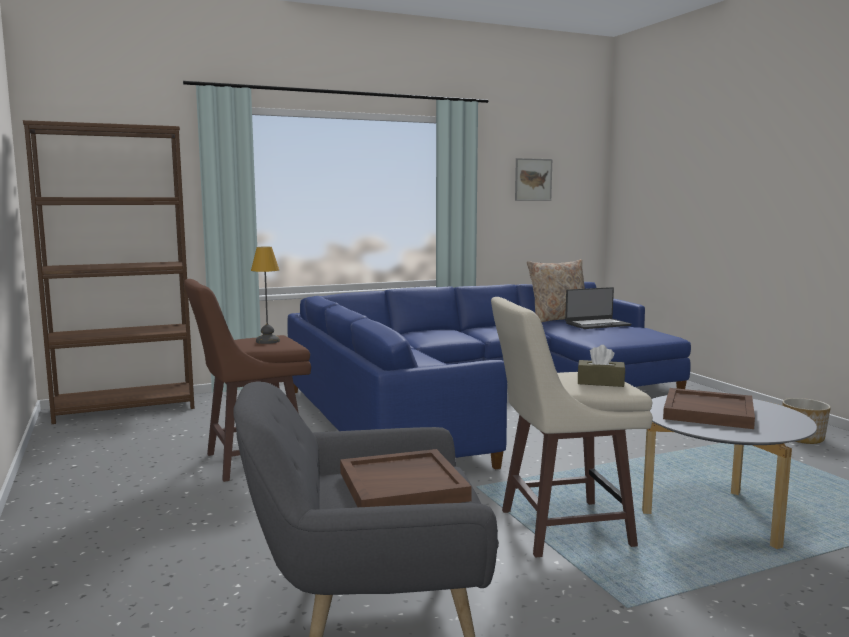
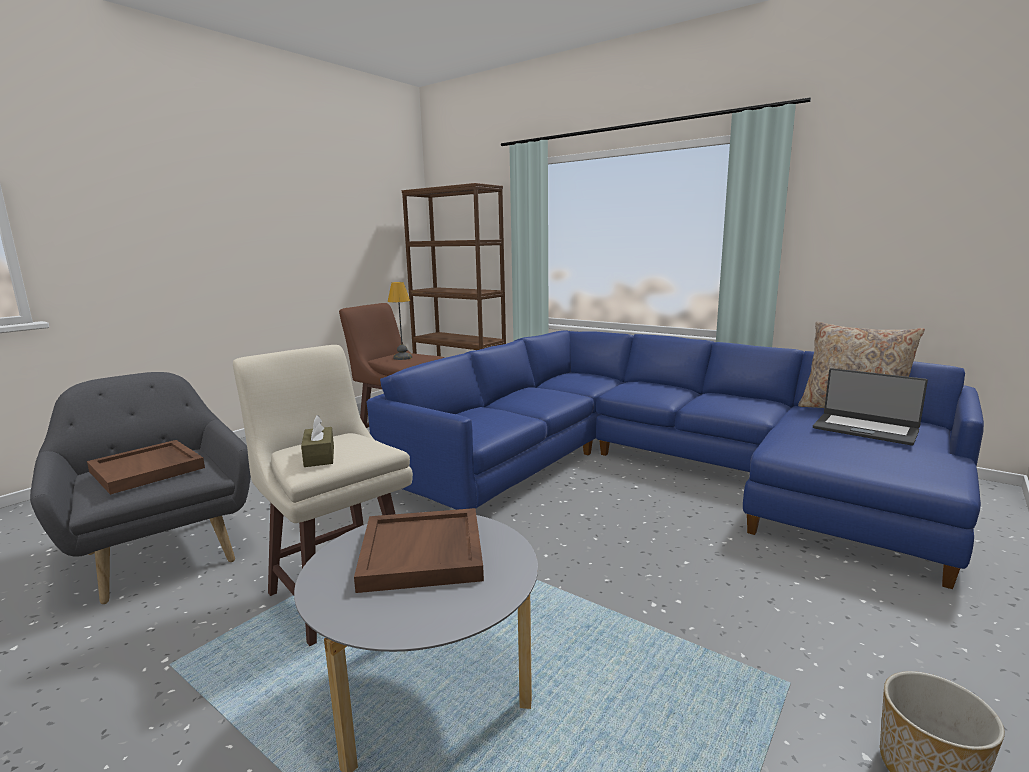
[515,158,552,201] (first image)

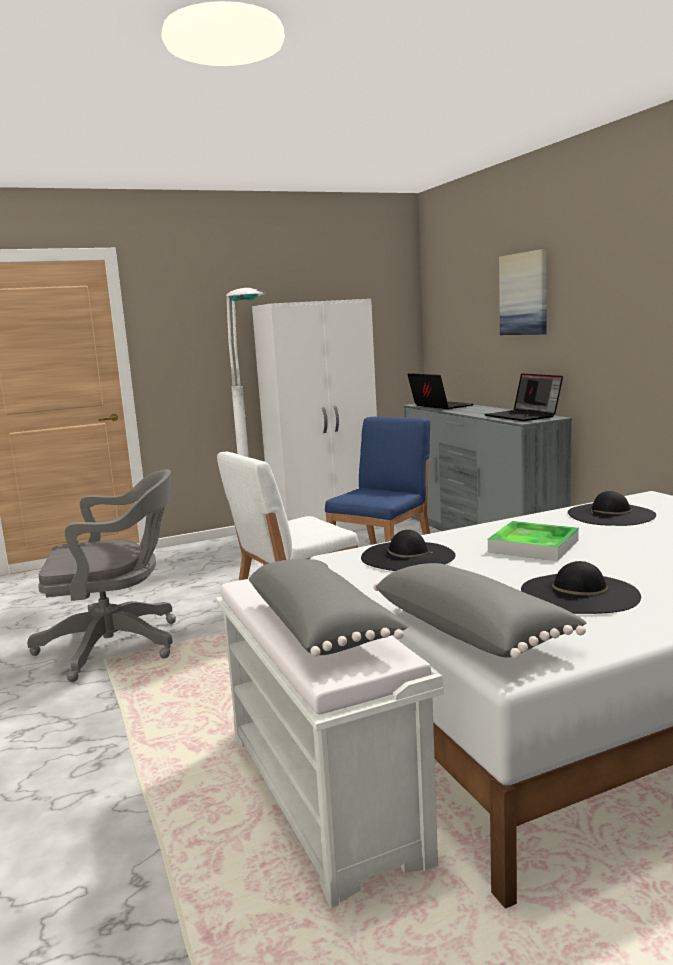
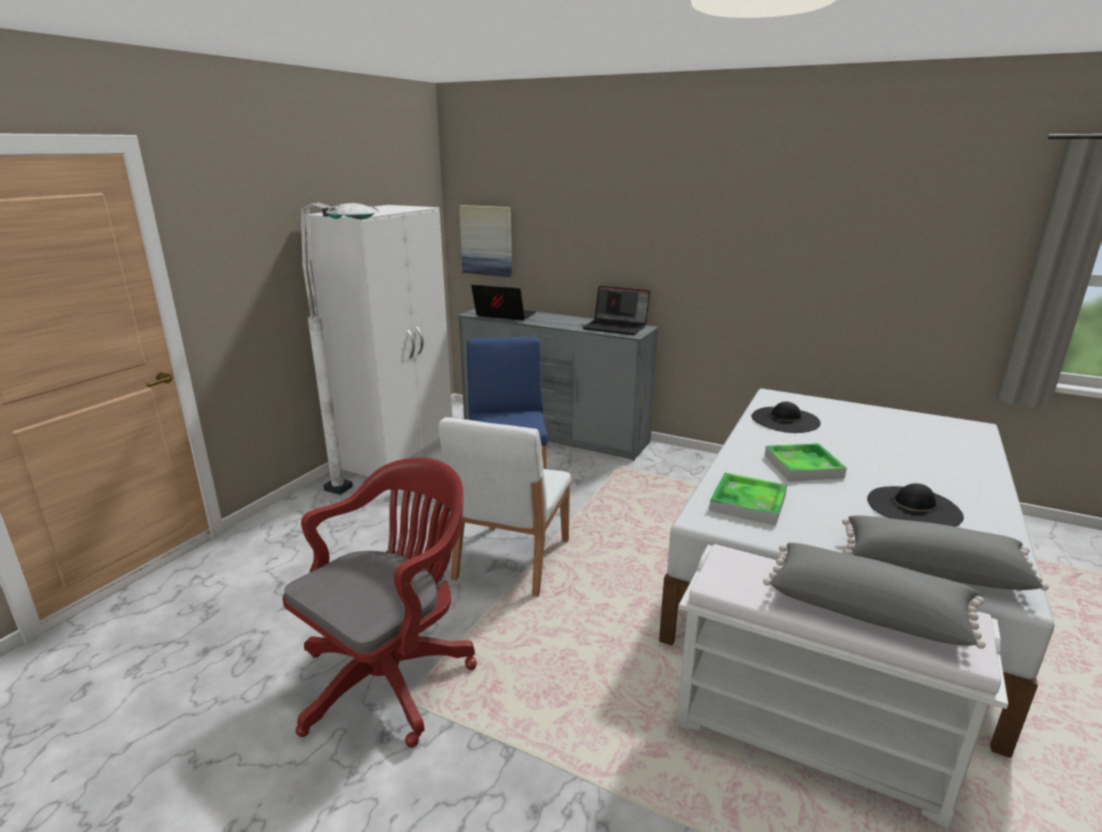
[459,205,512,277]
[283,458,477,748]
[709,473,787,526]

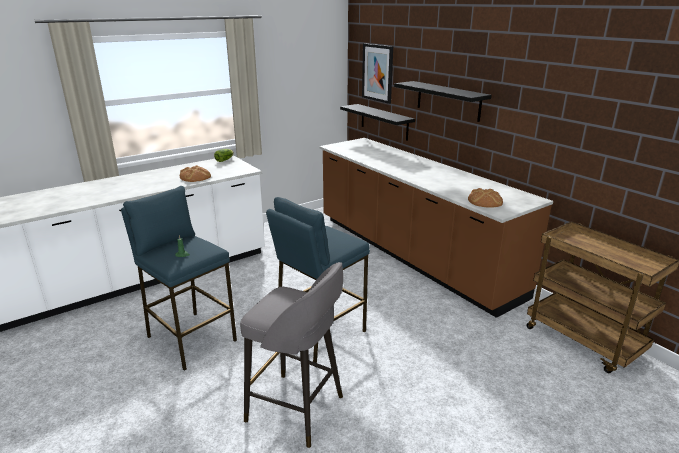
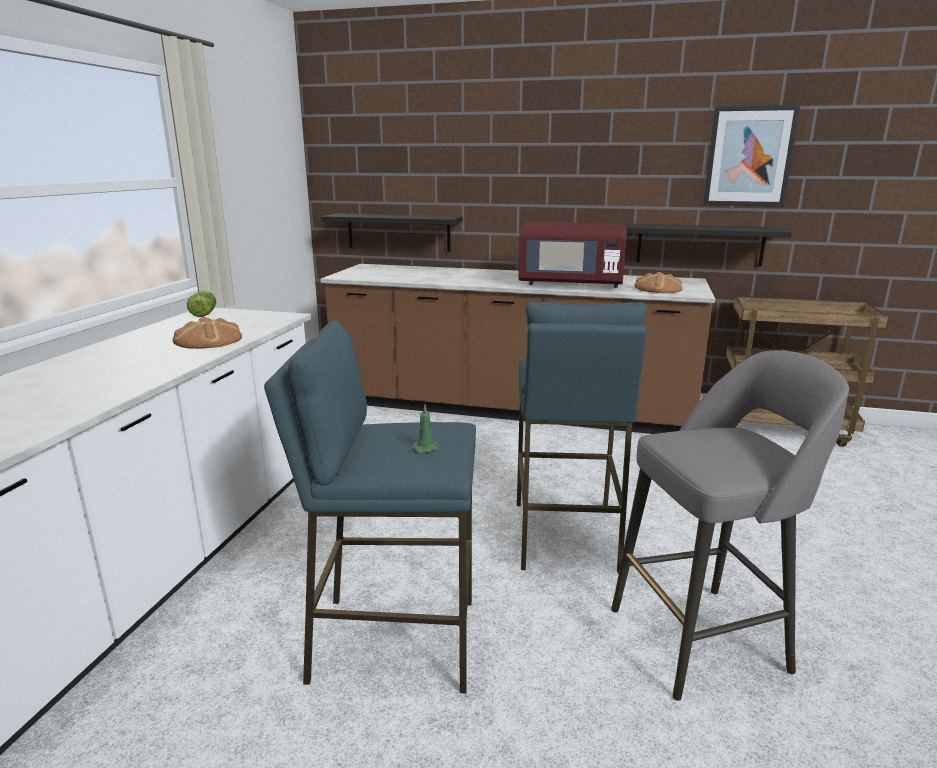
[703,105,800,207]
[625,224,792,267]
[518,222,627,288]

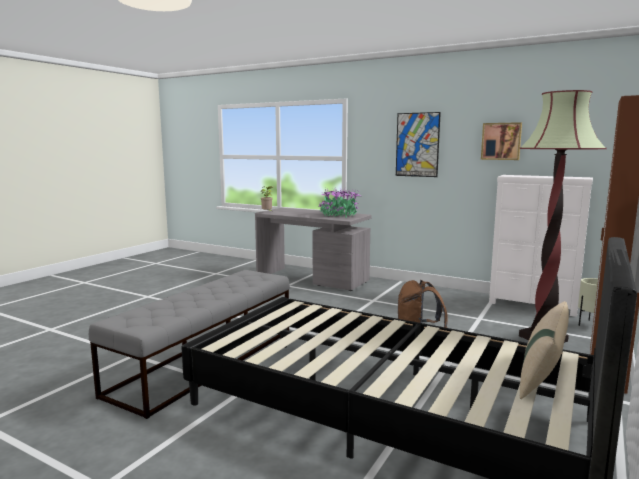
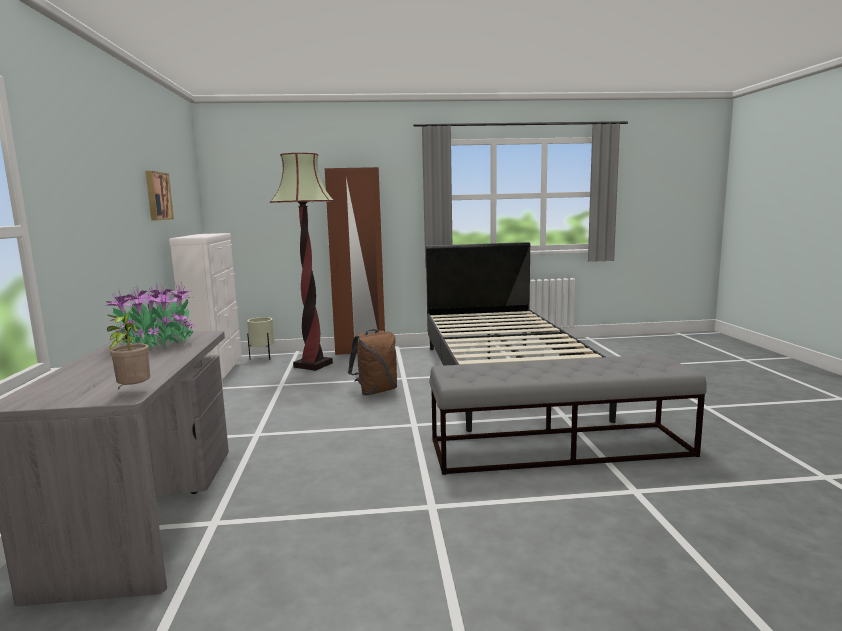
[396,112,441,177] (first image)
[520,301,569,399] (first image)

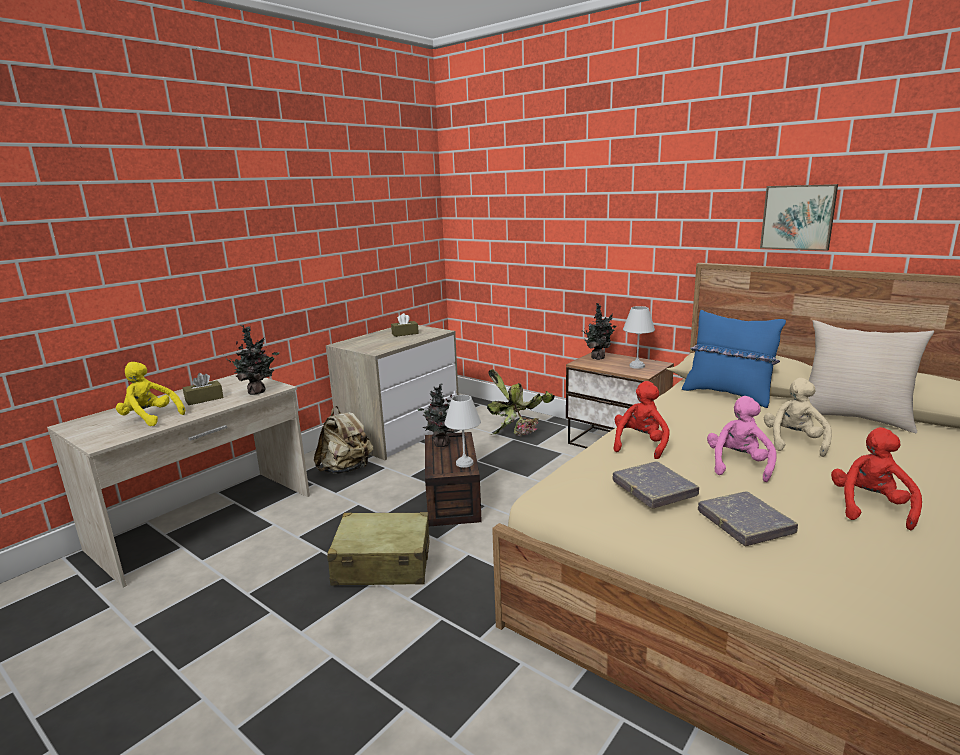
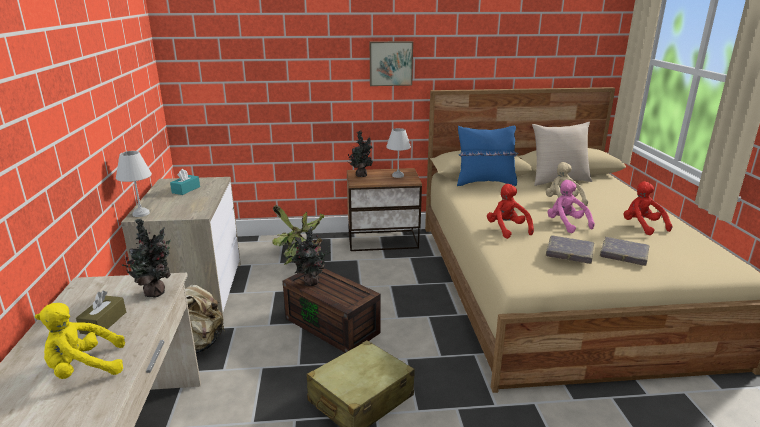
[370,41,413,86]
[170,169,200,195]
[116,151,152,217]

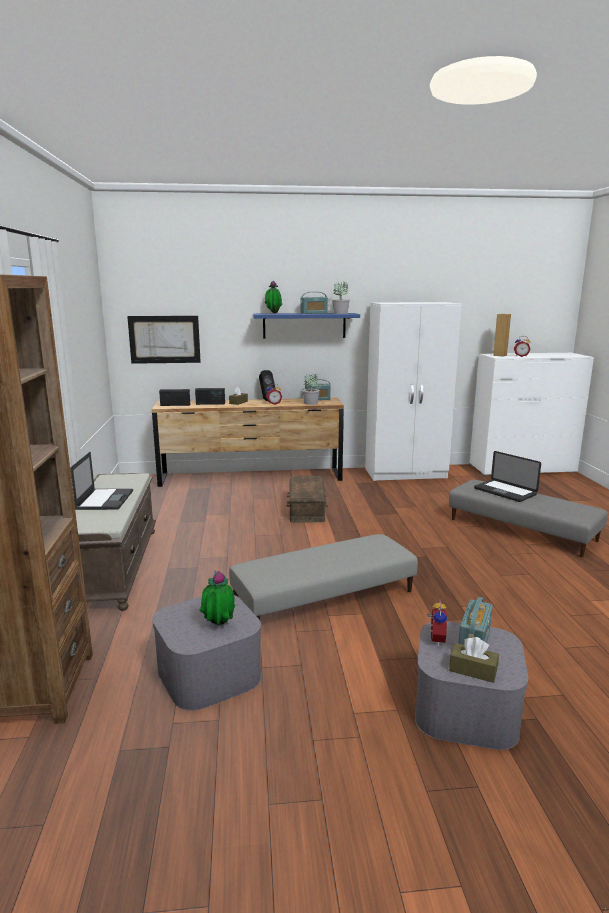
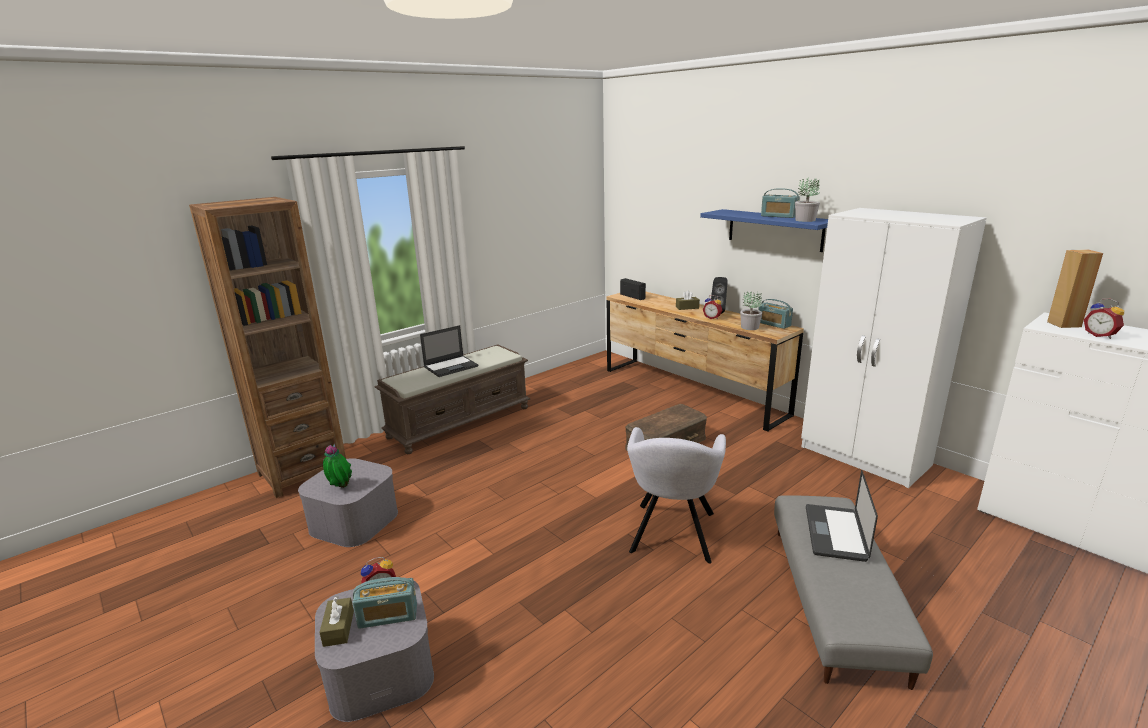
[265,281,282,313] (first image)
[127,316,201,364] (first image)
[195,388,225,405] (first image)
[229,534,418,620] (first image)
[627,427,726,564]

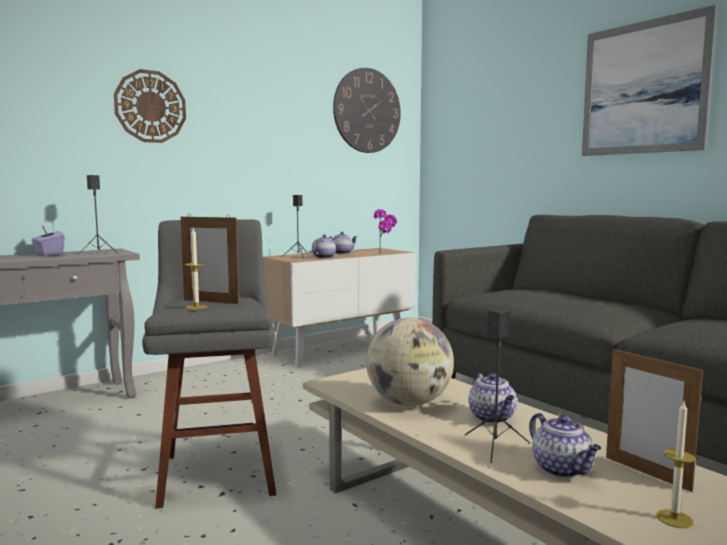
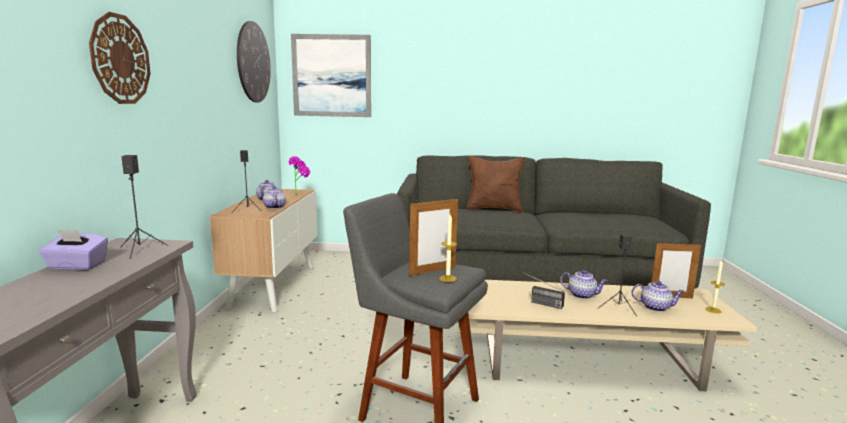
[291,34,371,117]
[520,271,565,309]
[466,156,525,212]

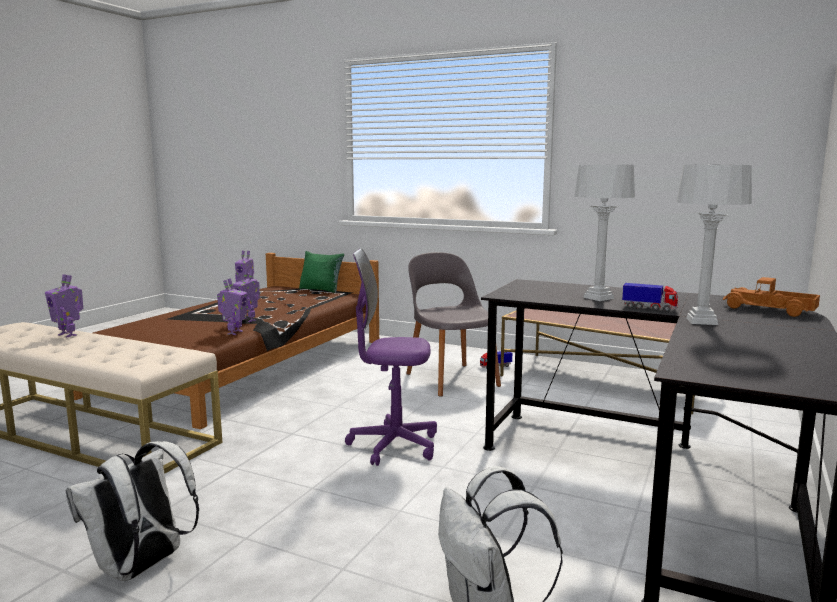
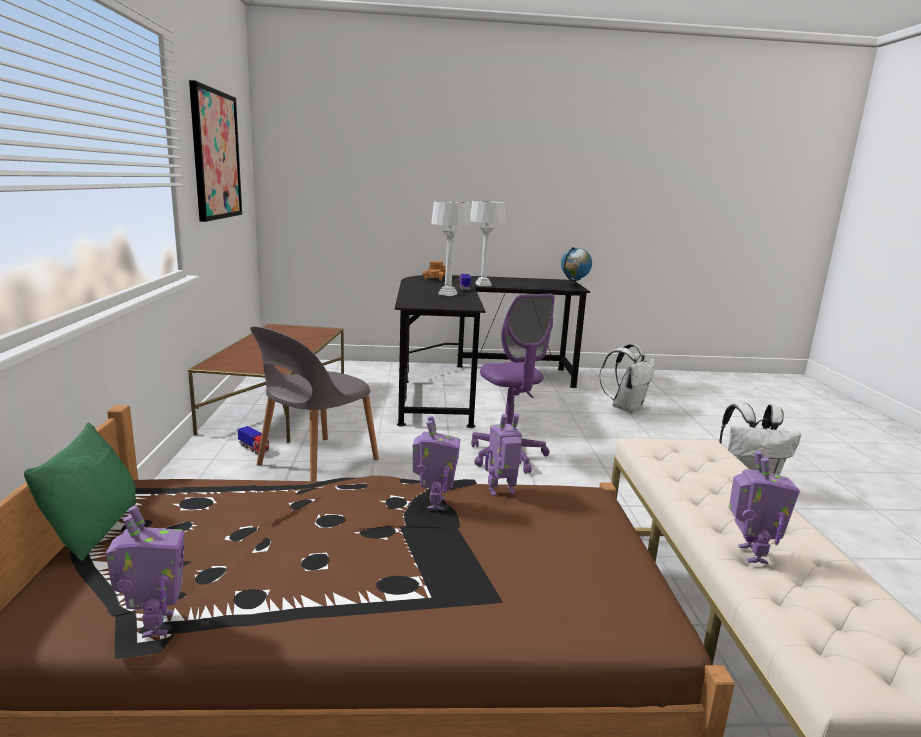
[189,80,242,222]
[561,247,592,287]

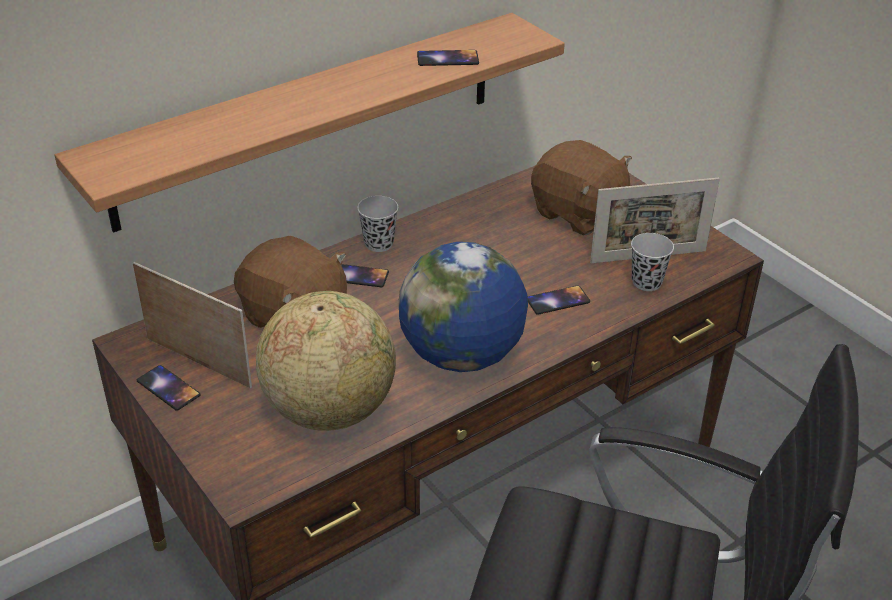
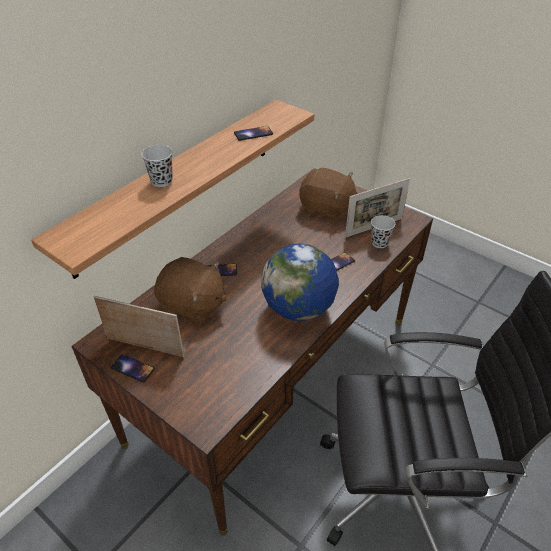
[141,145,173,187]
[256,291,396,431] (first image)

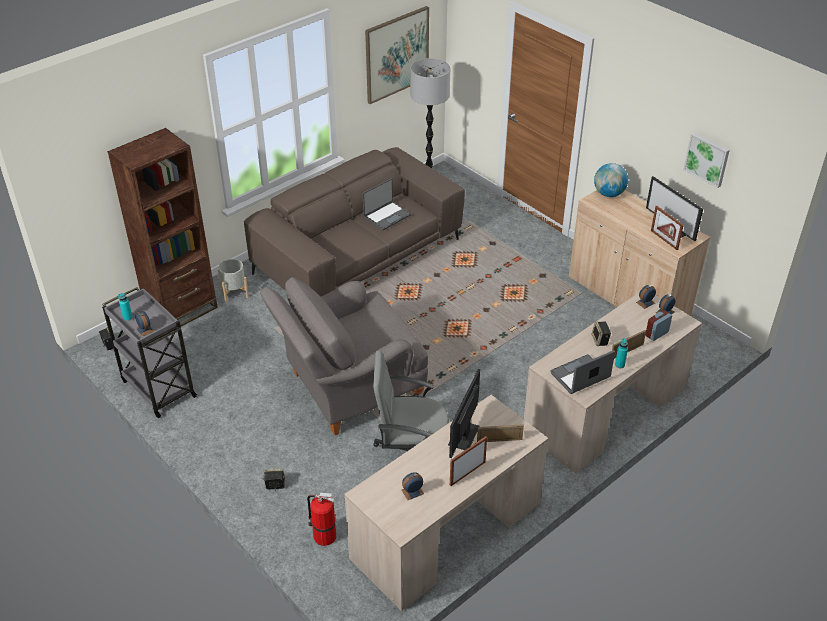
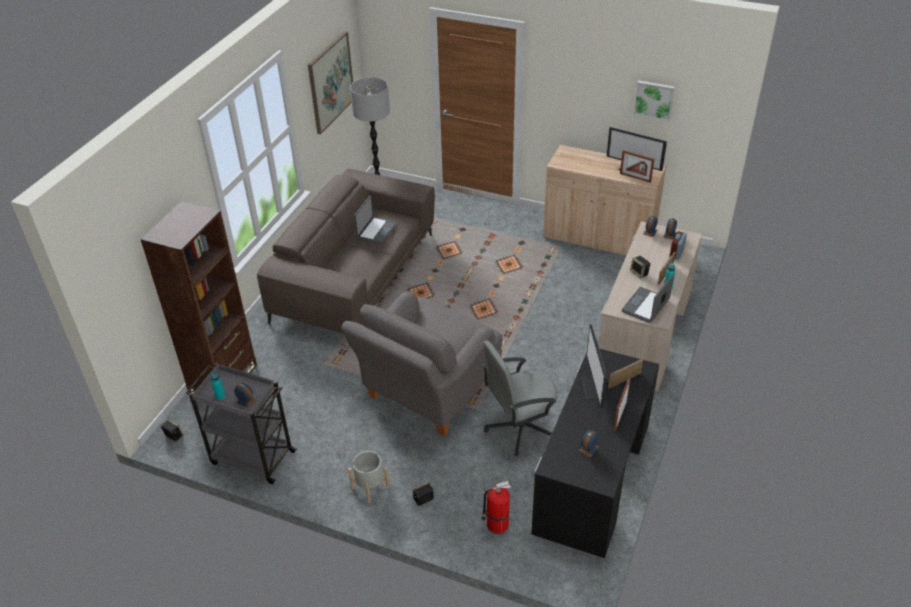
[594,163,628,197] (first image)
[348,451,389,503]
[532,349,659,558]

